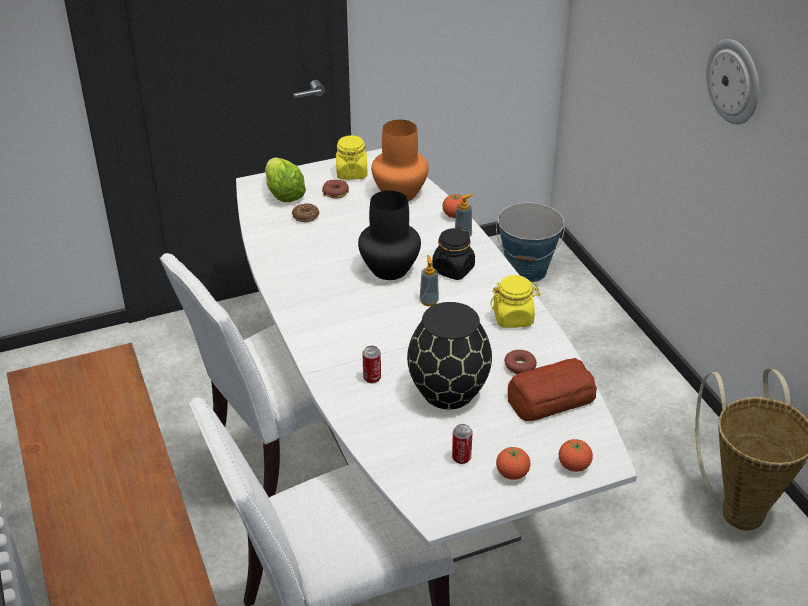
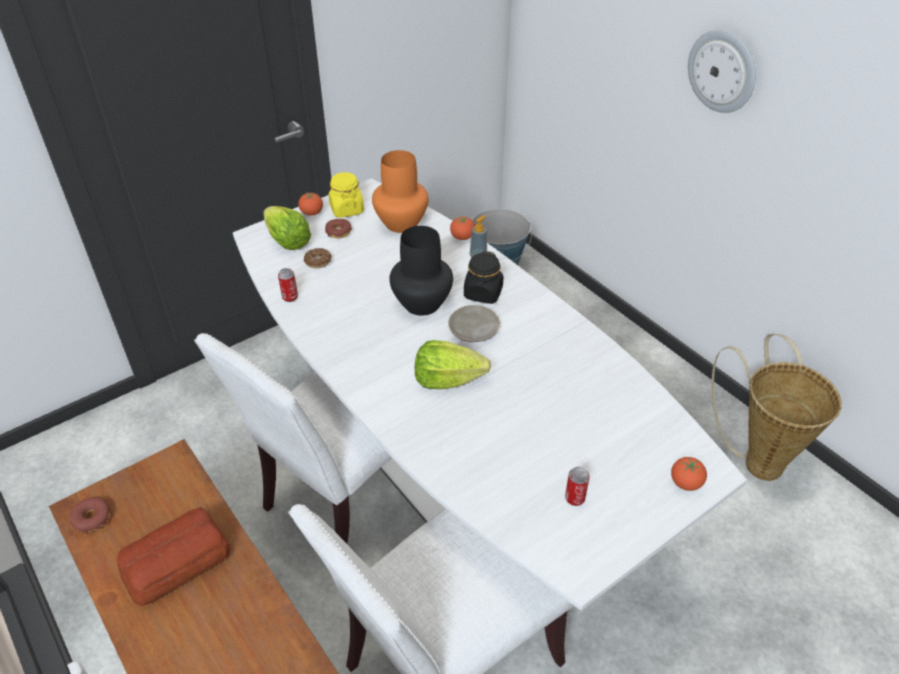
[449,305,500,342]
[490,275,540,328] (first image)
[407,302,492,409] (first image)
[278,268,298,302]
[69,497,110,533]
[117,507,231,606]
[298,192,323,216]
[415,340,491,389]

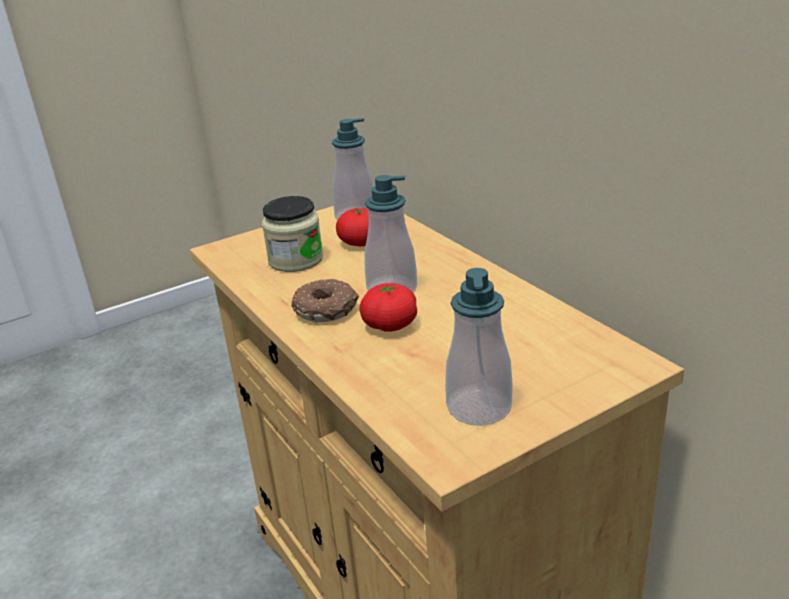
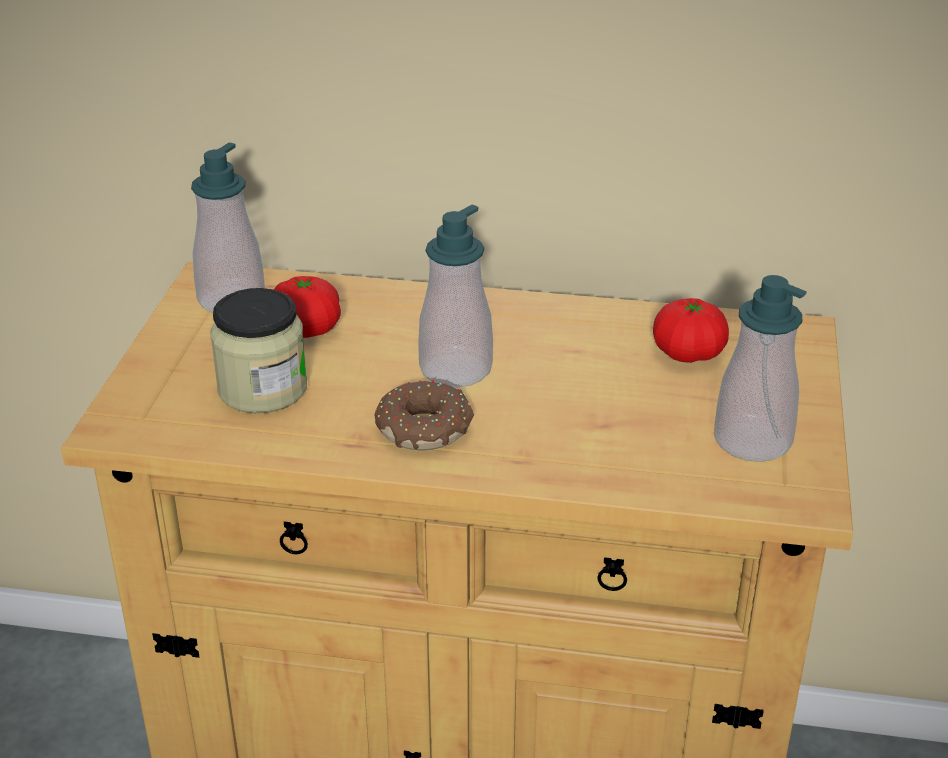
[653,298,729,363]

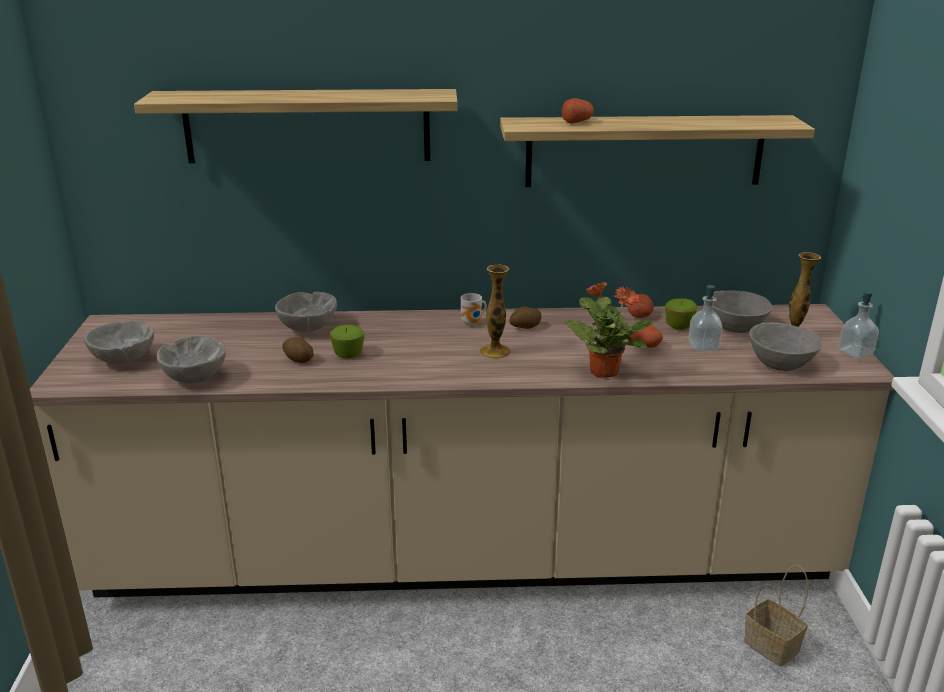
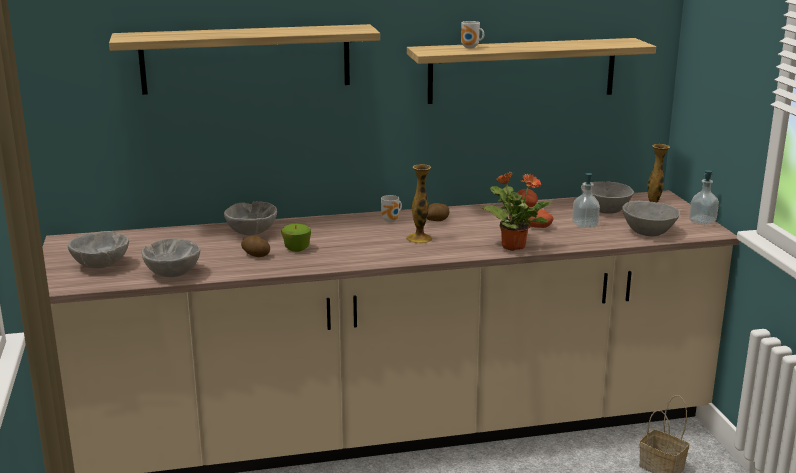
[461,21,484,48]
[665,298,697,330] (first image)

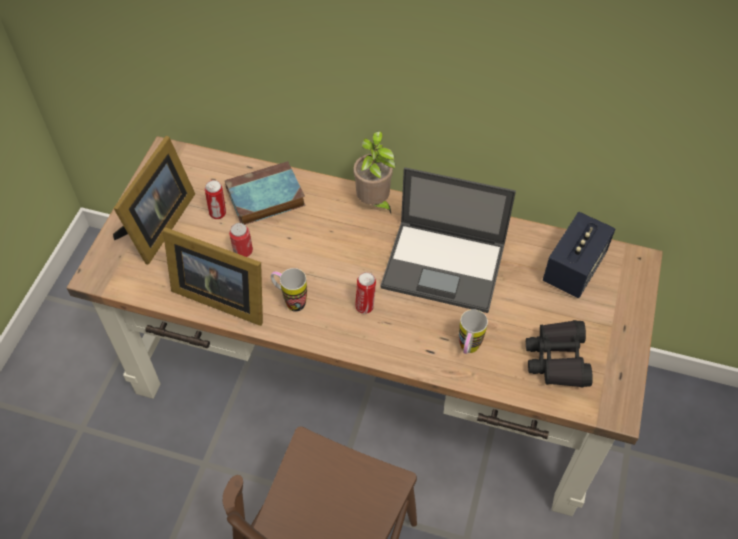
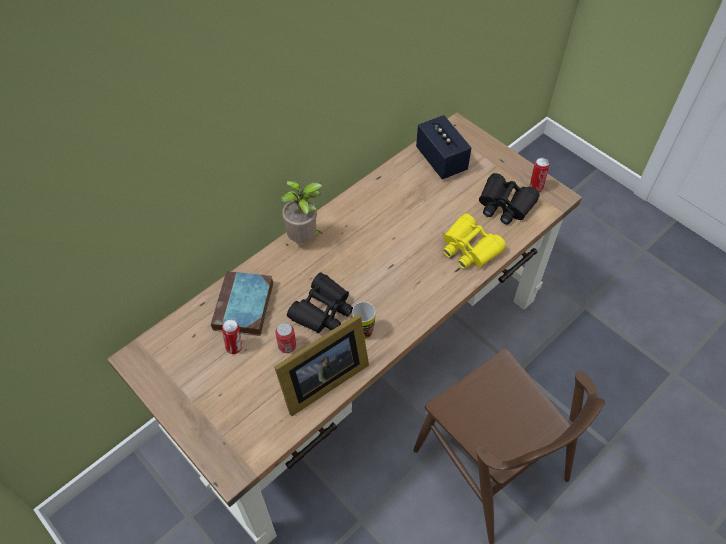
[113,136,195,264] (first image)
[380,167,516,313] (first image)
[529,158,549,193]
[443,213,506,269]
[287,272,353,333]

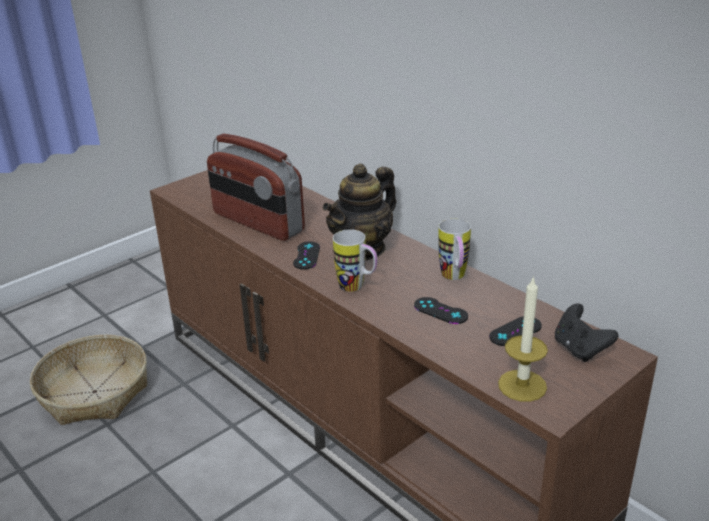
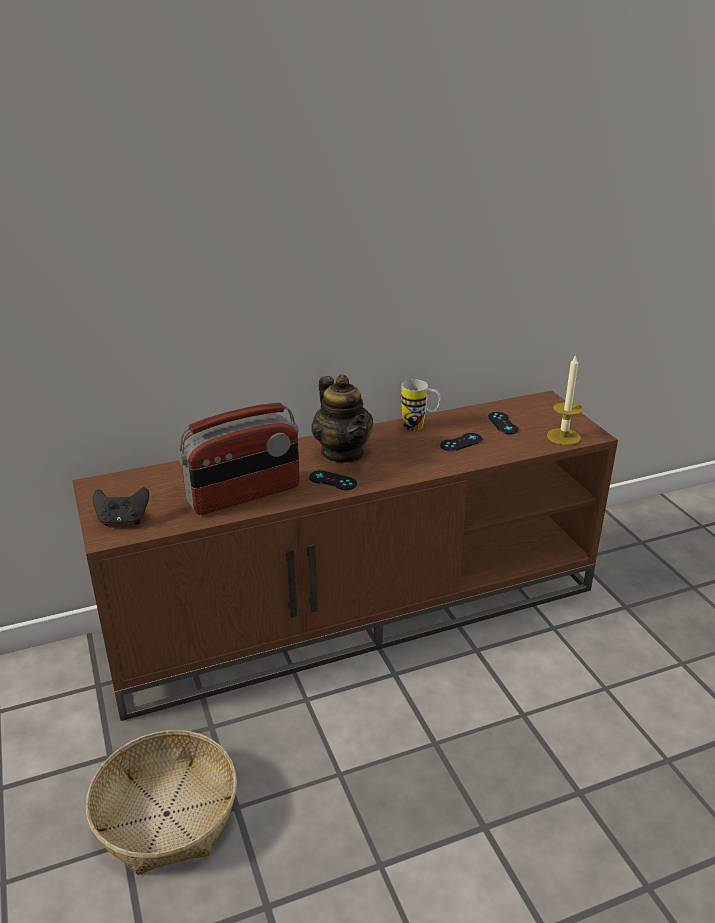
[333,229,377,292] (first image)
[93,487,149,526]

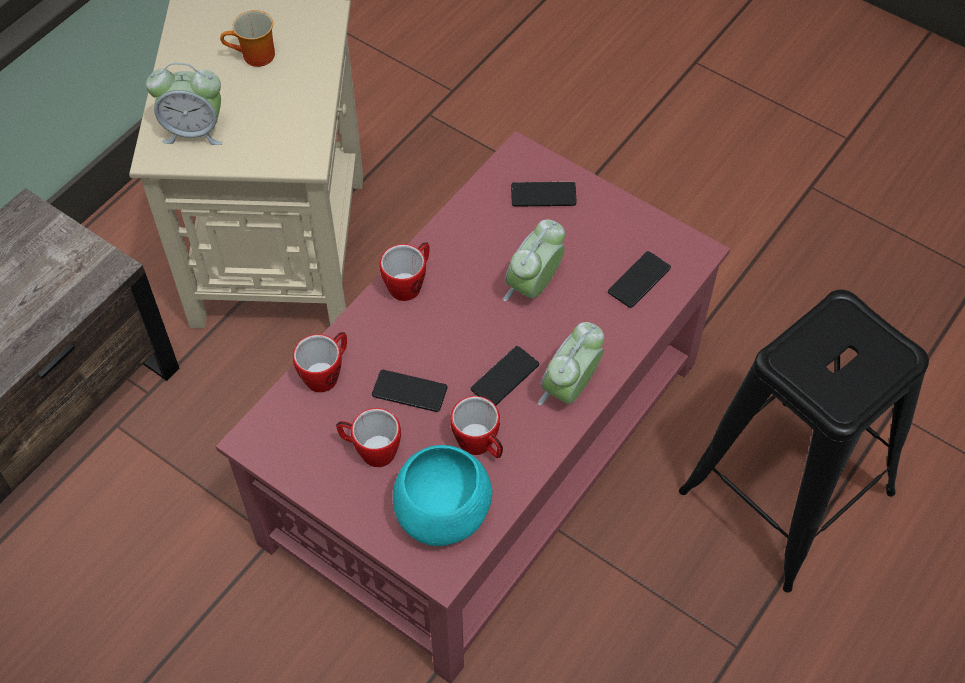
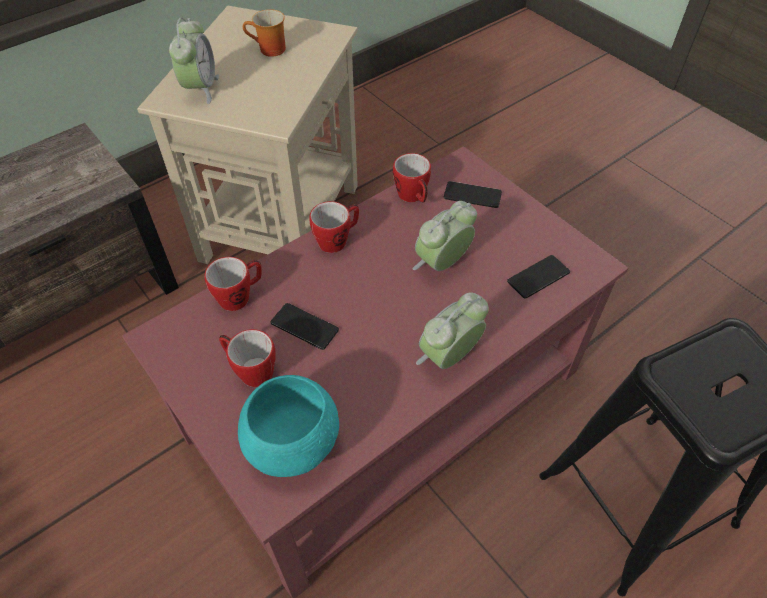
[169,17,219,104]
[471,346,539,405] (first image)
[393,153,431,203]

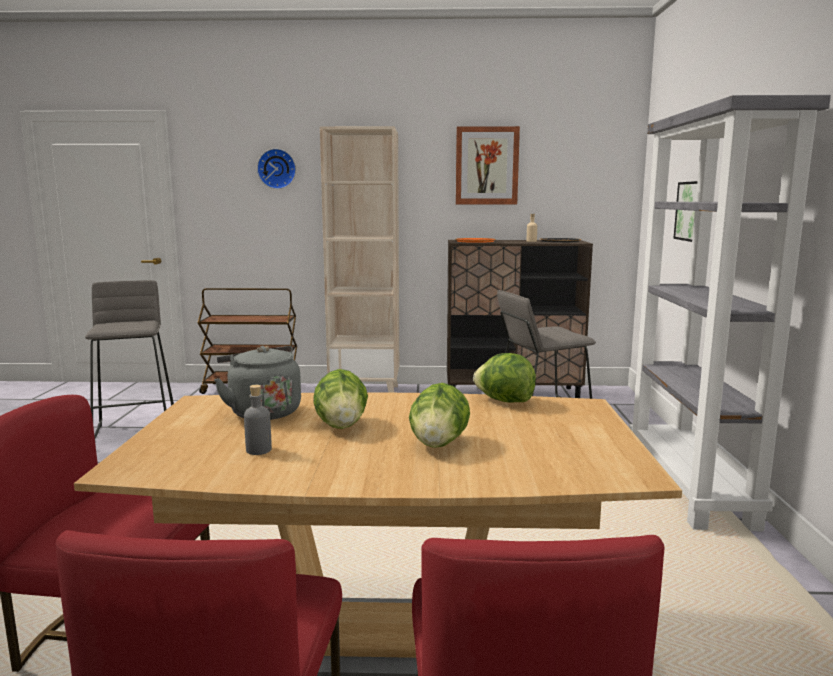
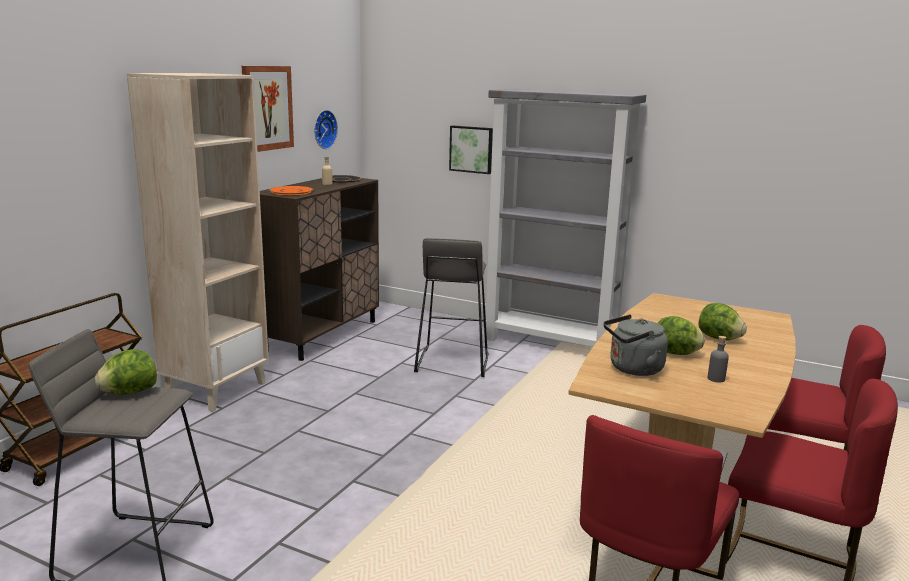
[314,110,338,149]
[95,349,157,395]

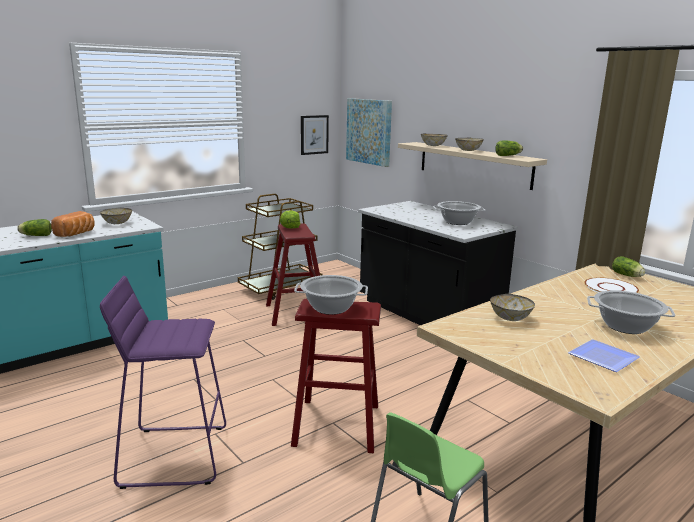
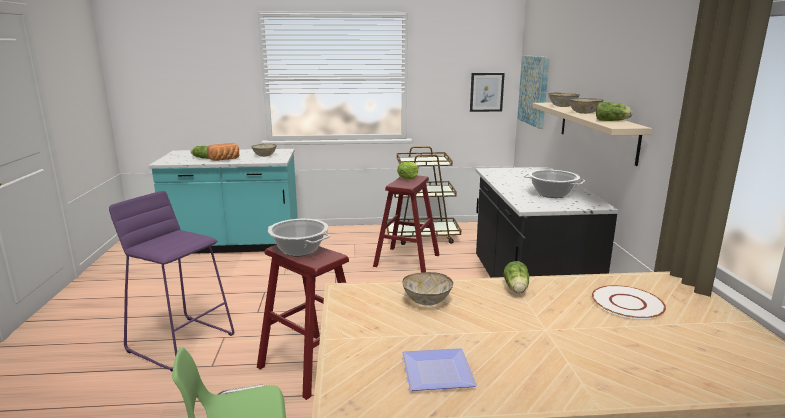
[504,261,529,293]
[587,290,675,334] (first image)

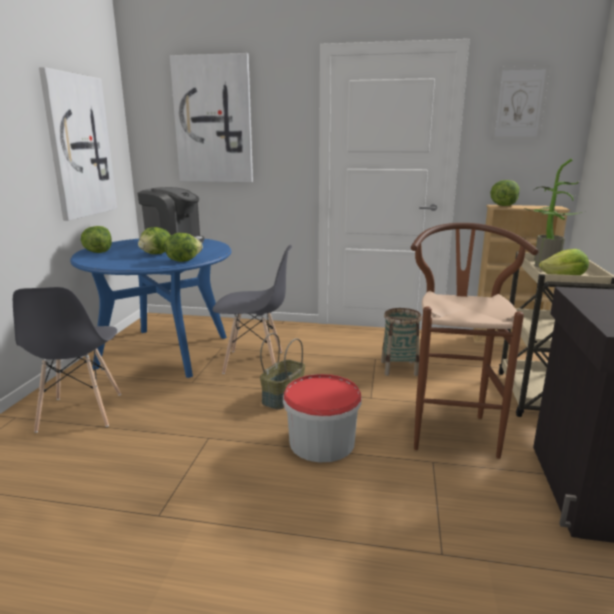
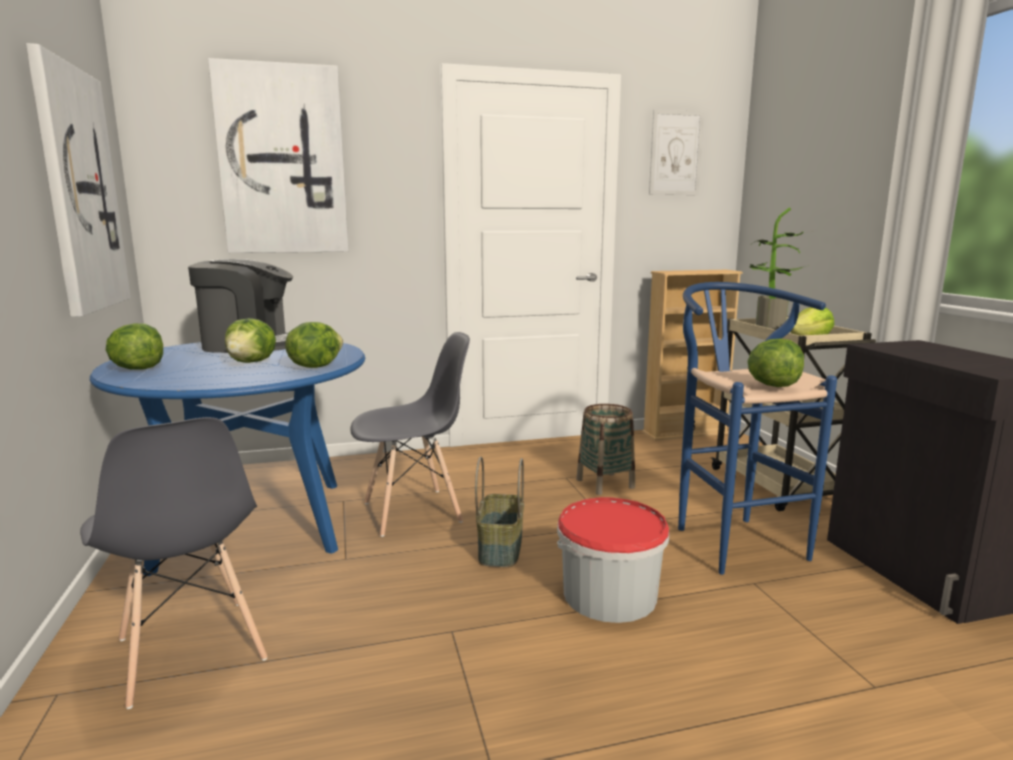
[748,338,804,387]
[678,282,837,575]

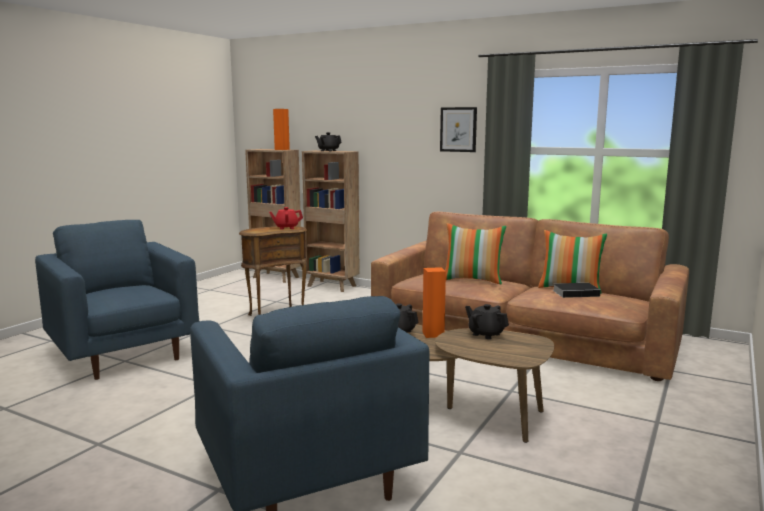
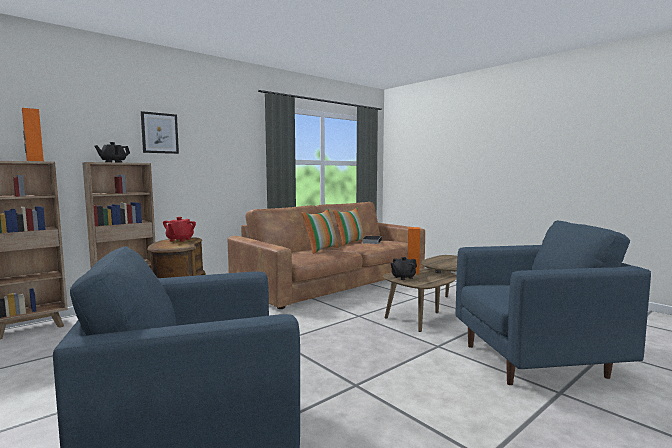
[141,111,179,154]
[465,304,509,339] (first image)

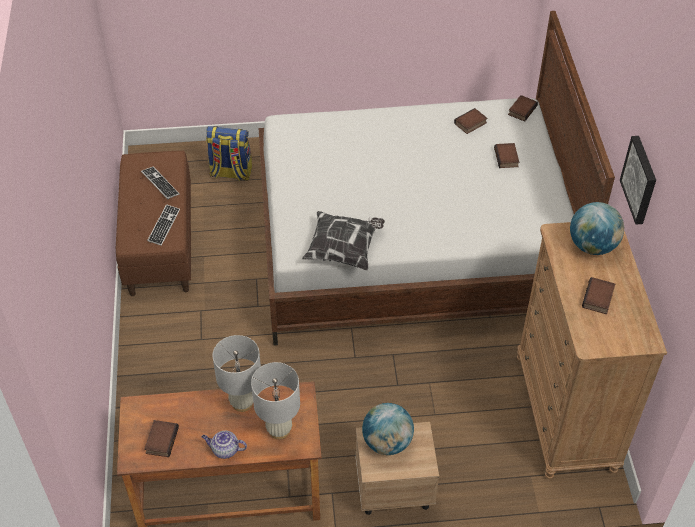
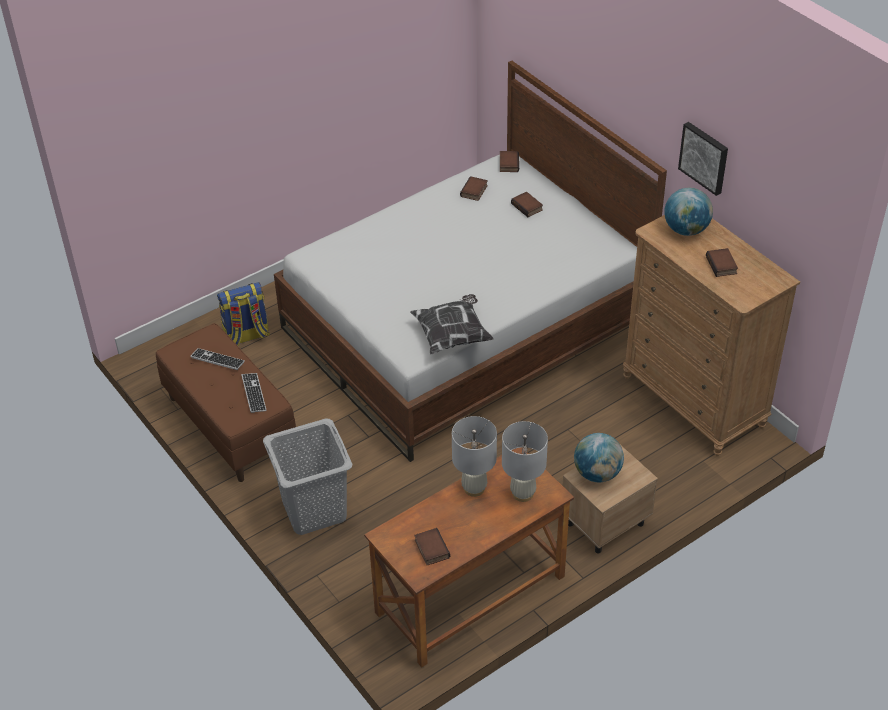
[202,431,247,459] (first image)
[263,418,352,535]

